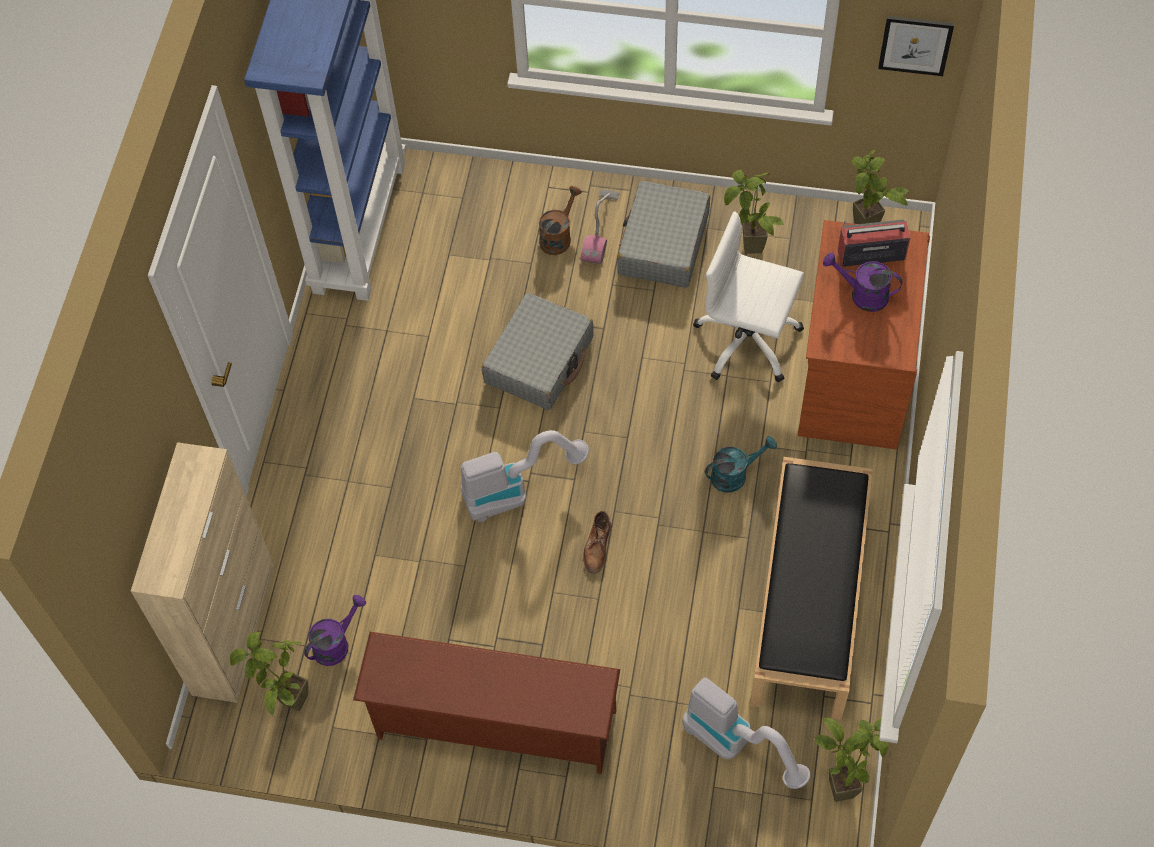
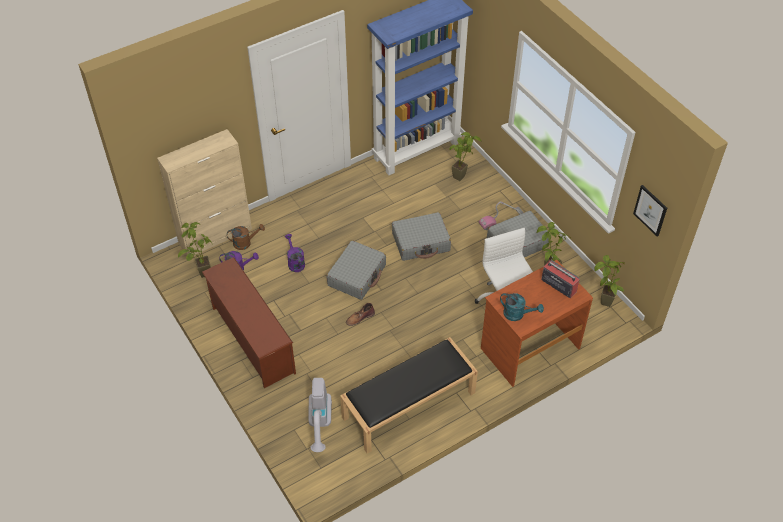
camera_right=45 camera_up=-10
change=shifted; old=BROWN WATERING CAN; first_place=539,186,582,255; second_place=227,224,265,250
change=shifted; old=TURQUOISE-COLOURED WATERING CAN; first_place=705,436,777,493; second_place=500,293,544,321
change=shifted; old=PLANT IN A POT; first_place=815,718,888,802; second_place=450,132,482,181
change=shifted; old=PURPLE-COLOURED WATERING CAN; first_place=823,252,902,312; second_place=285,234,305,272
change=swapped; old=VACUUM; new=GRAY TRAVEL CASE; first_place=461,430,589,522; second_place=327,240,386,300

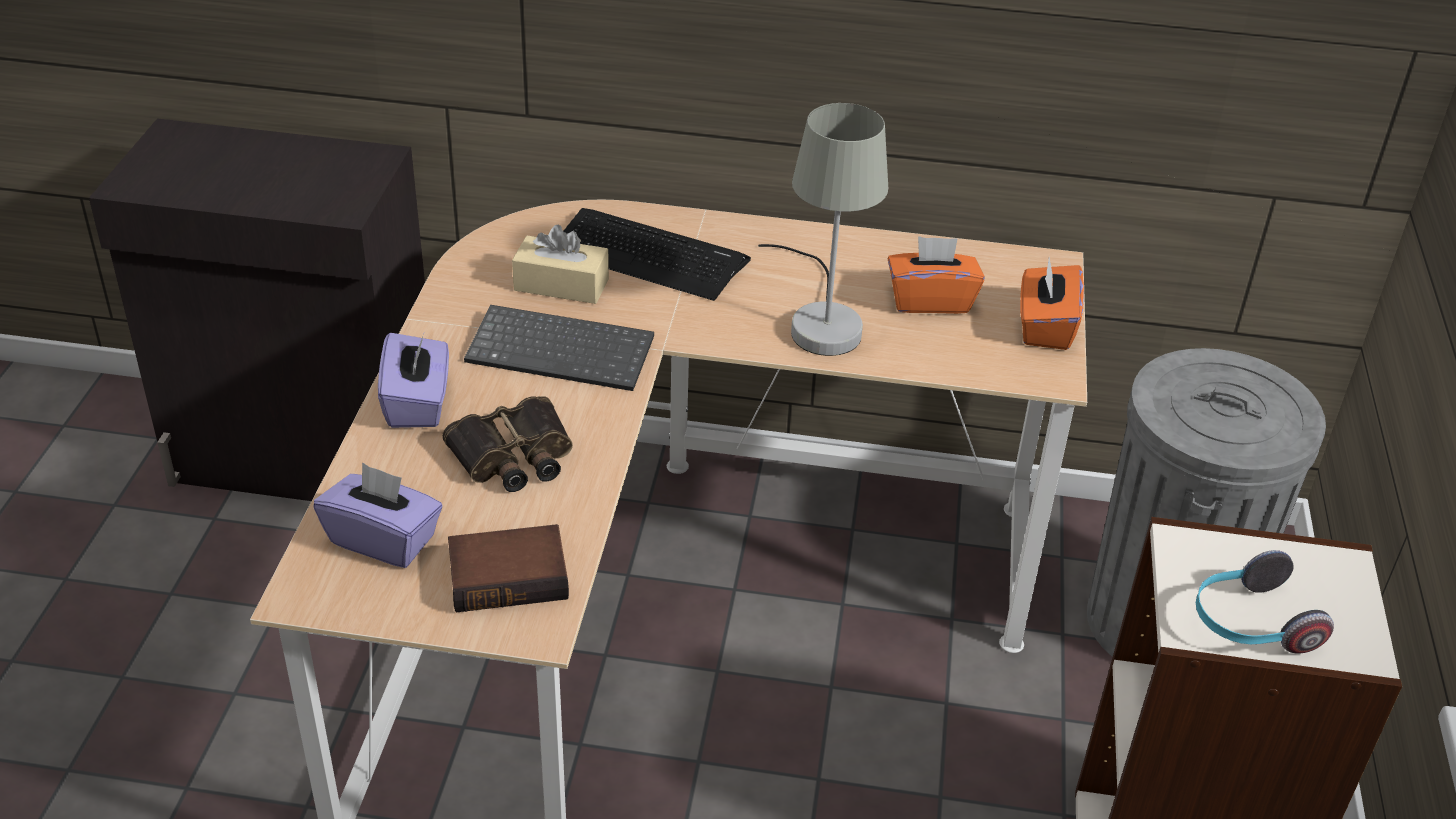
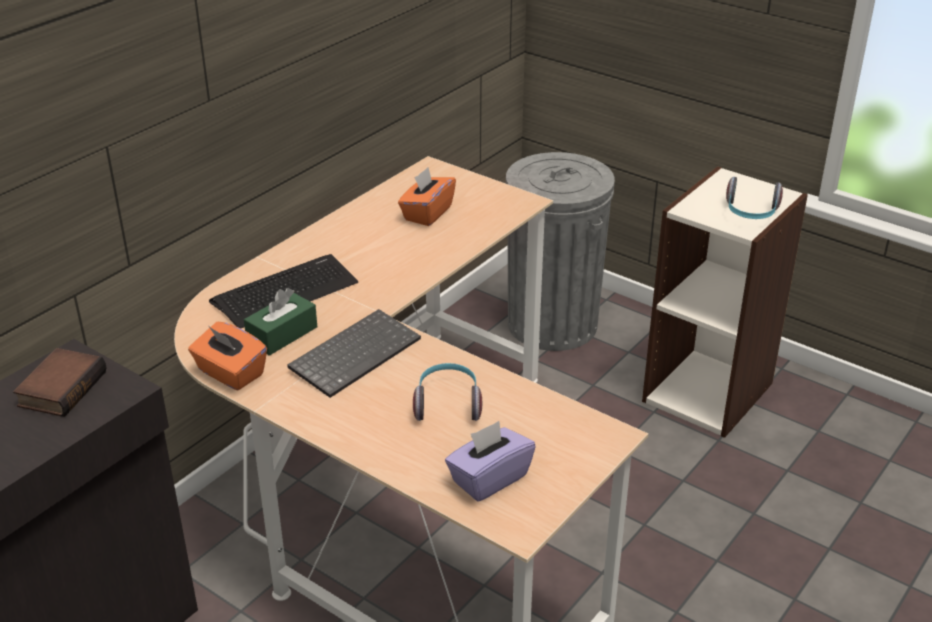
camera_right=-60 camera_up=-5
change=gone; old=PURPLE-COLOURED TISSUE BOX; first_place=378,331,449,428
change=gone; old=GRAY TABLE LAMP; first_place=758,103,888,356
change=shifted; old=VOLUME; first_place=448,524,569,612; second_place=13,348,107,417
change=shifted; old=ORANGE-COLOURED TISSUE BOX; first_place=1020,258,1084,350; second_place=188,322,267,390
change=swapped; old=BINOCULARS; new=PAIR OF HEADPHONES; first_place=442,396,573,492; second_place=413,363,482,421
change=repainted; old=BEIGE-COLOURED TISSUE BOX; new=GREEN TISSUE BOX; first_place=512,225,609,304; second_place=244,288,317,356

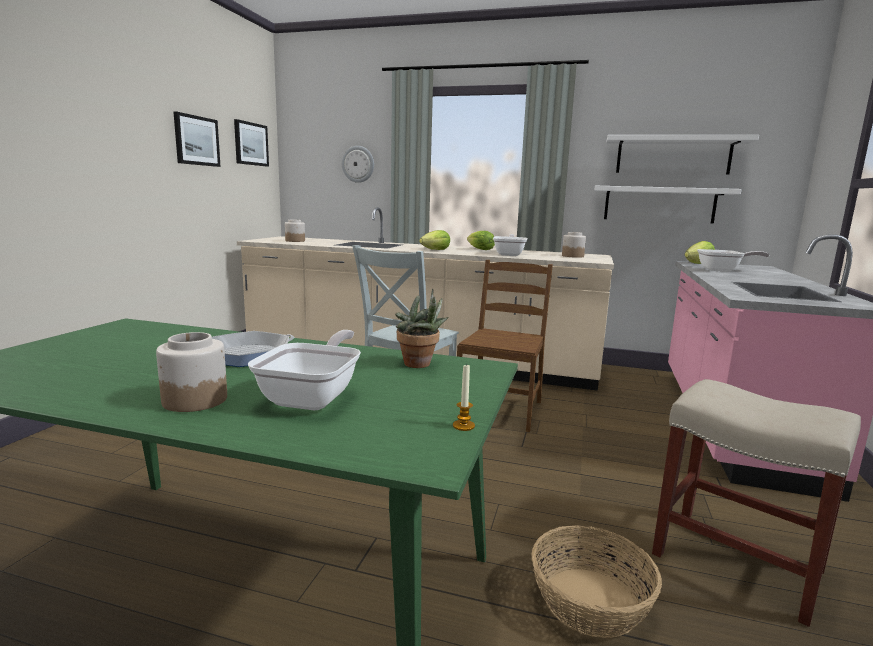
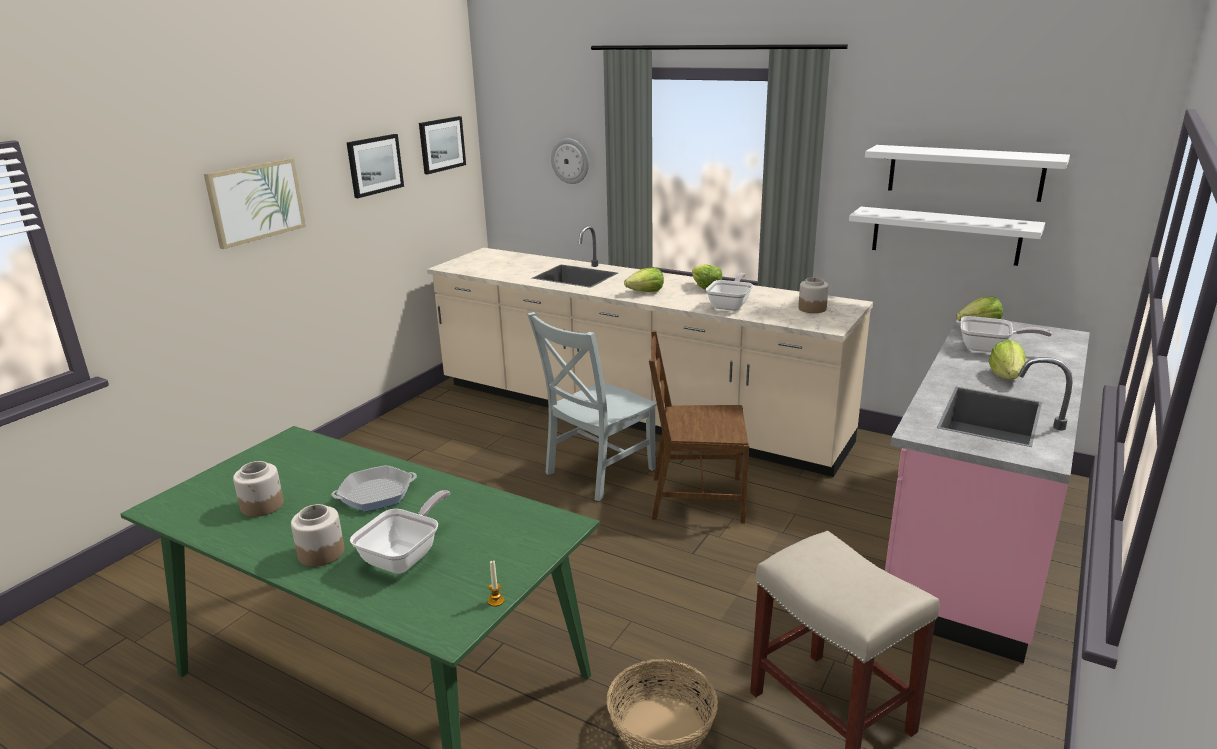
camera_right=15 camera_up=10
change=gone; old=PLANT IN A POT; first_place=395,289,449,368
change=new; new=PICTURE; second_place=204,158,306,249
change=new; new=HEAD OF LETTUCE; second_place=989,340,1026,380
change=shifted; old=STORAGE JAR; first_place=285,220,305,242; second_place=233,461,284,517
change=rotated; old=BROWN UPRIGHT CHAIR; first_place=457,260,553,432; second_place=649,330,749,523; degrees=-120

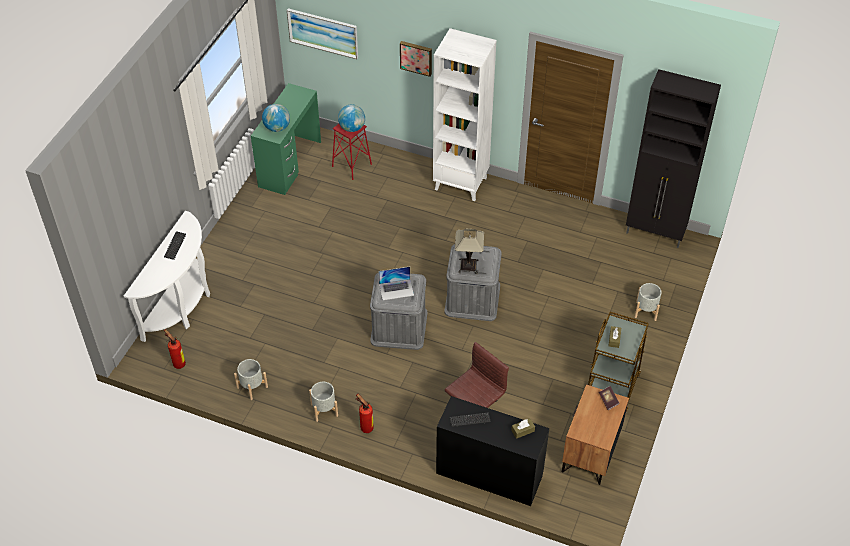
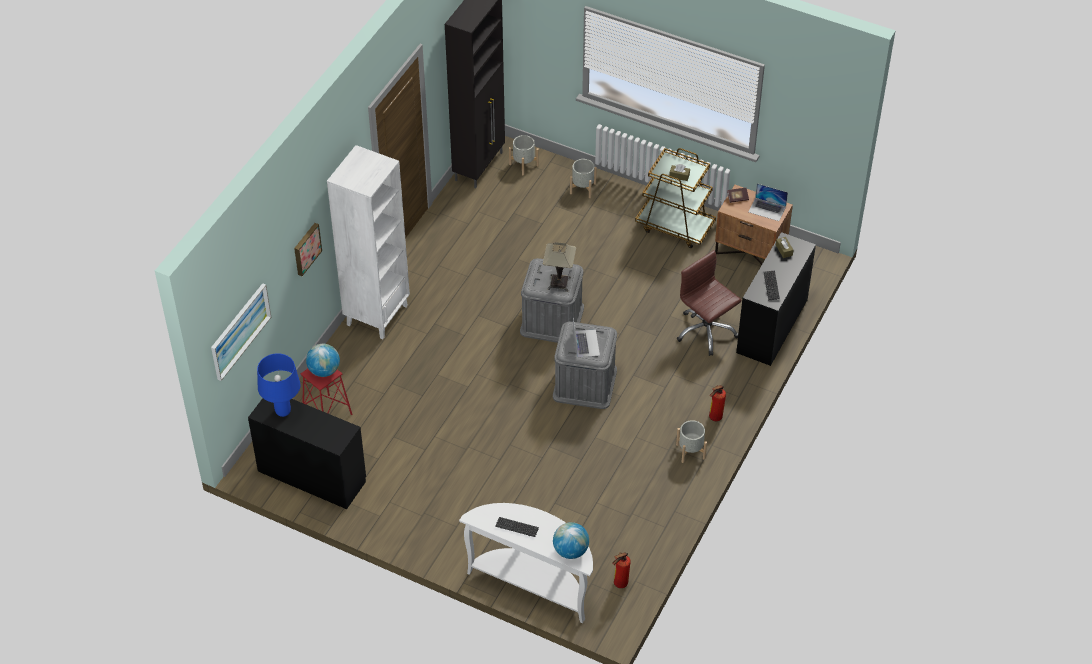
camera_right=-85 camera_up=0
change=new; new=BLUE TABLE LAMP; second_place=257,353,300,417
change=new; new=NOTEBOOK COMPUTER; second_place=749,183,788,221
change=shifted; old=GRAY PLANT POT; first_place=234,359,268,400; second_place=509,135,539,176
change=shifted; old=DESK GLOBE; first_place=262,104,290,132; second_place=553,522,589,559
change=repainted; old=GREEN DESK; new=BLACKISH DESK; first_place=251,83,321,195; second_place=248,398,366,509

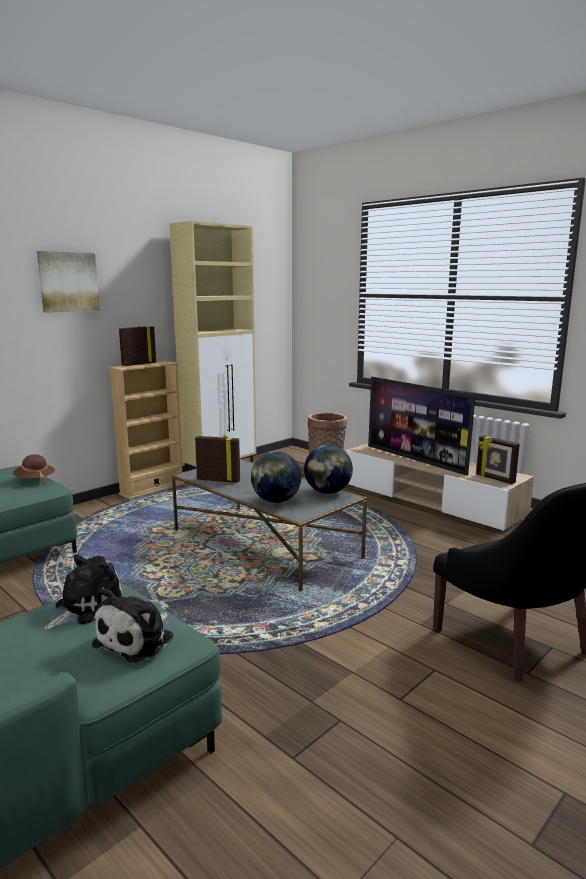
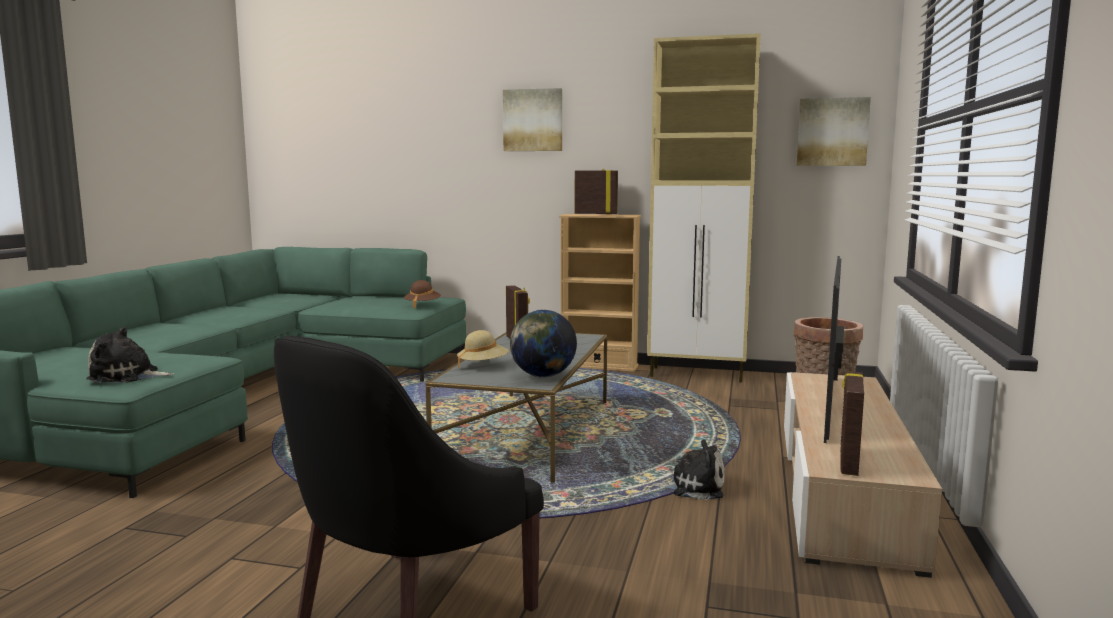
camera_right=60 camera_up=-5
change=new; new=PICTURE; second_place=797,97,871,166
change=shifted; old=CUDDLY TOY; first_place=44,554,122,630; second_place=652,439,725,500
change=swapped; old=DESK GLOBE; new=BEIGE-COLOURED CLOTHING HAT; first_place=251,452,302,503; second_place=457,330,509,368

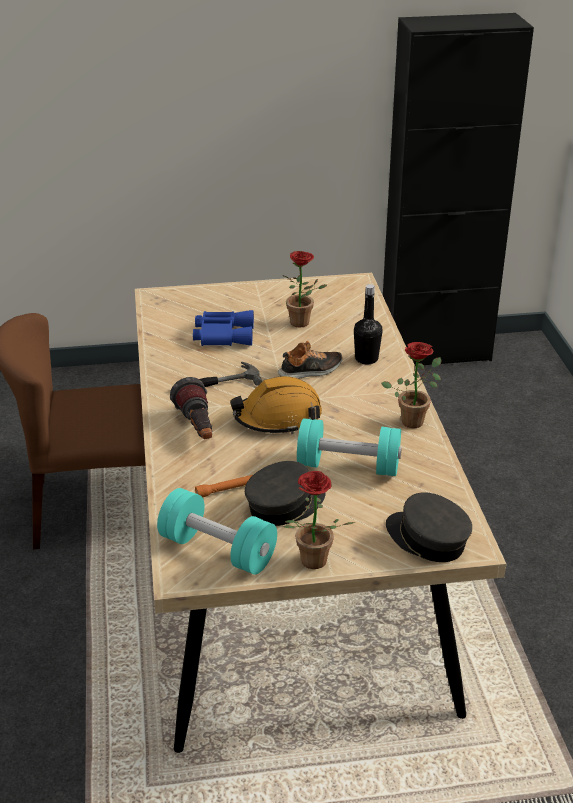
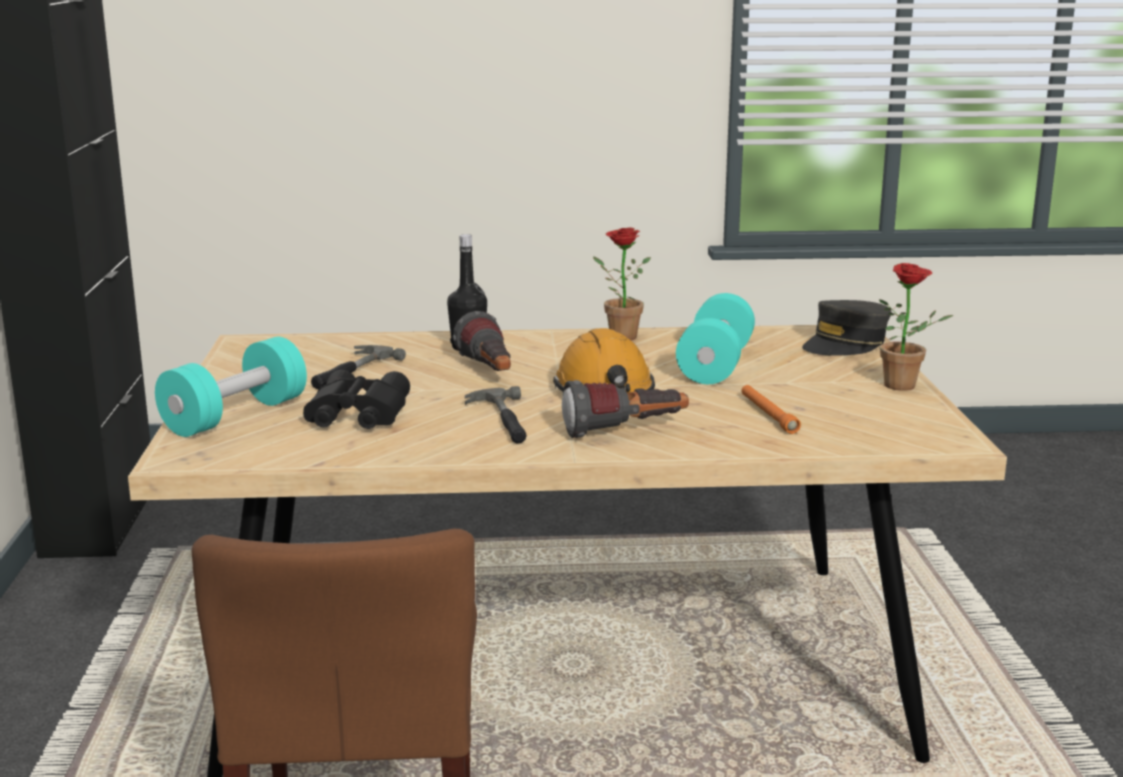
camera_right=-85 camera_up=-15
change=gone; old=GRAY PEAKED CAP; first_place=245,461,326,526
change=shifted; old=TURQUOISE-COLOURED DUMBBELL; first_place=157,488,277,575; second_place=155,337,307,437
change=swapped; old=SHOE; new=HAND TORCH; first_place=278,341,342,379; second_place=453,311,511,371
change=swapped; old=PLANT IN A POT; new=HAMMER; first_place=283,251,327,327; second_place=311,345,406,389
change=repainted; old=BLUE BINOCULARS; new=BLACKISH BINOCULARS; first_place=193,310,254,346; second_place=303,370,410,429

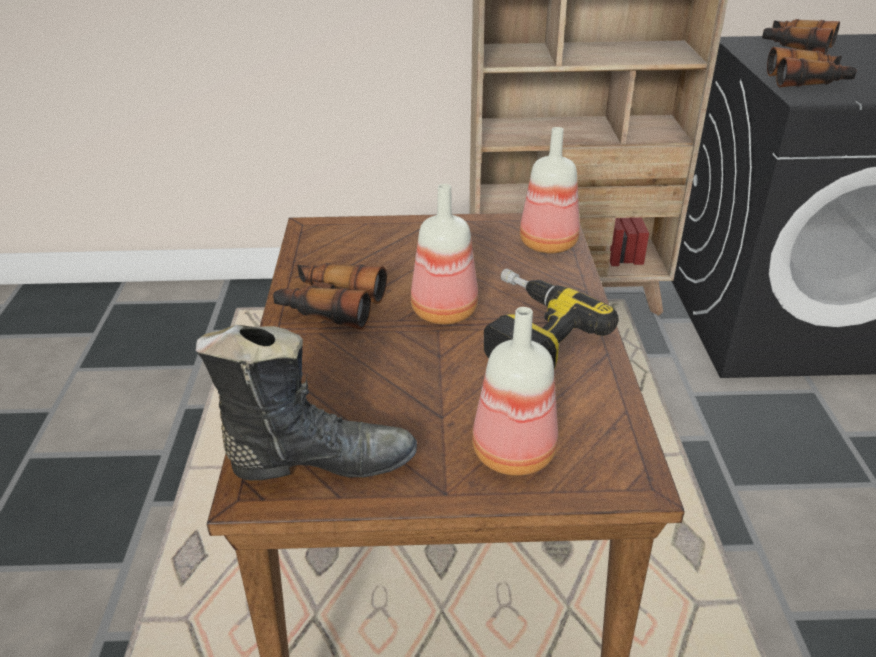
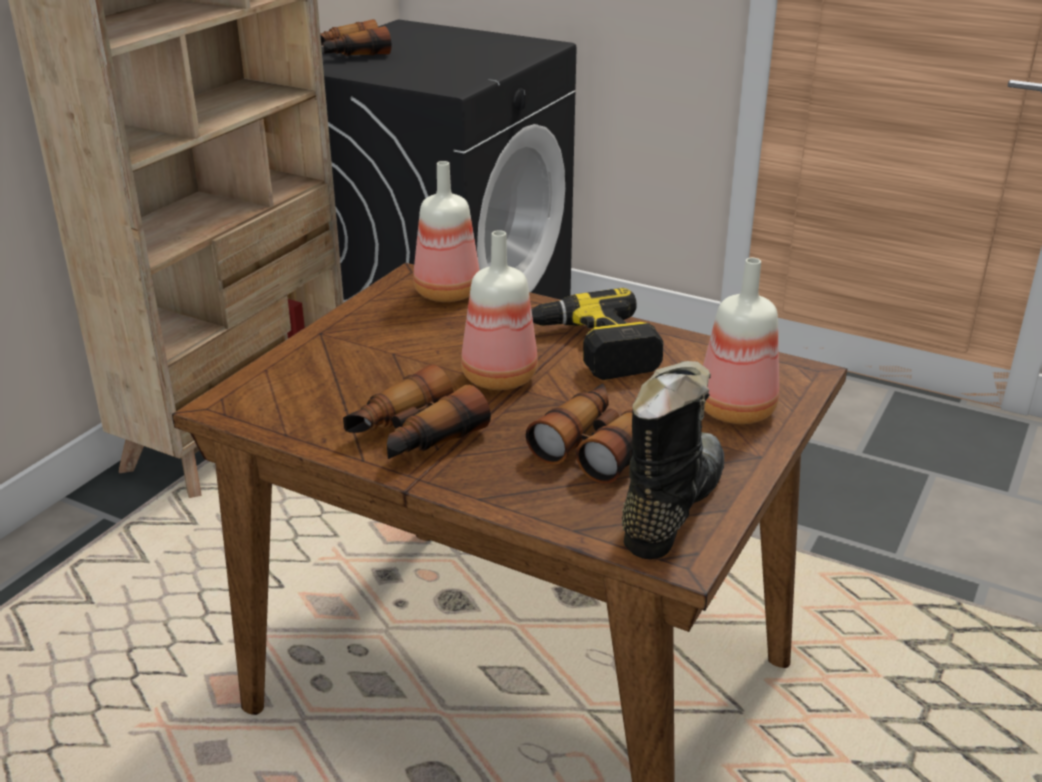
camera_right=-60 camera_up=-5
change=shifted; old=BINOCULARS; first_place=767,47,857,87; second_place=526,383,633,484

